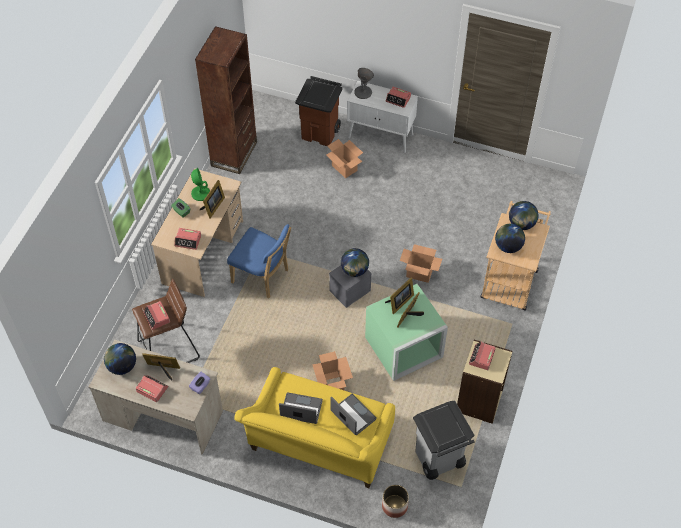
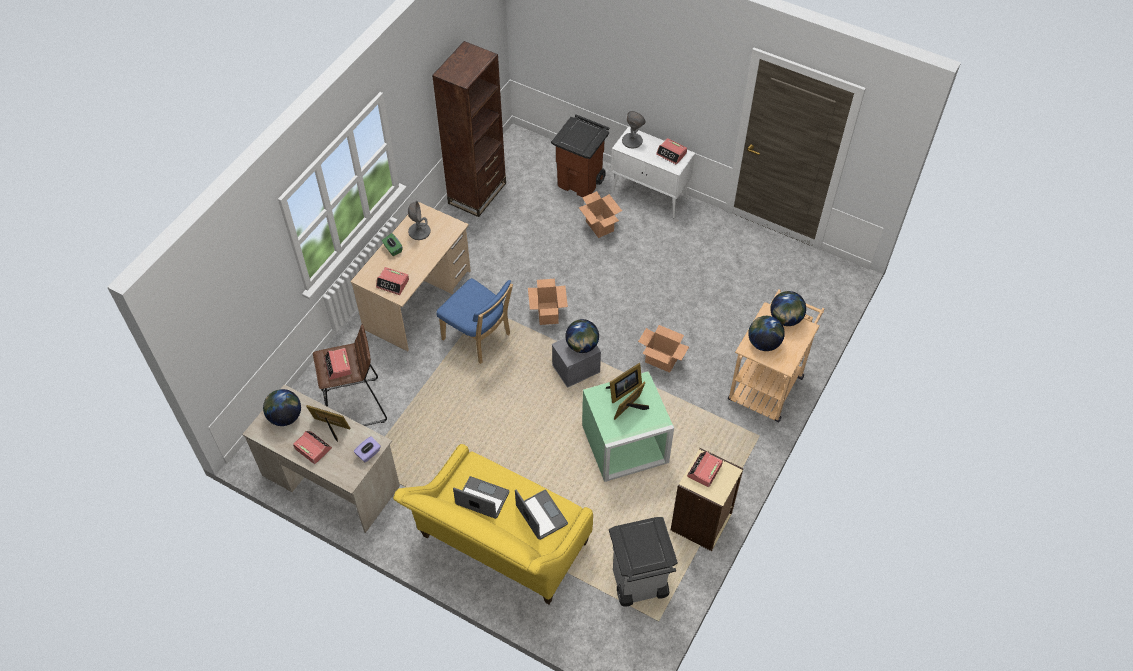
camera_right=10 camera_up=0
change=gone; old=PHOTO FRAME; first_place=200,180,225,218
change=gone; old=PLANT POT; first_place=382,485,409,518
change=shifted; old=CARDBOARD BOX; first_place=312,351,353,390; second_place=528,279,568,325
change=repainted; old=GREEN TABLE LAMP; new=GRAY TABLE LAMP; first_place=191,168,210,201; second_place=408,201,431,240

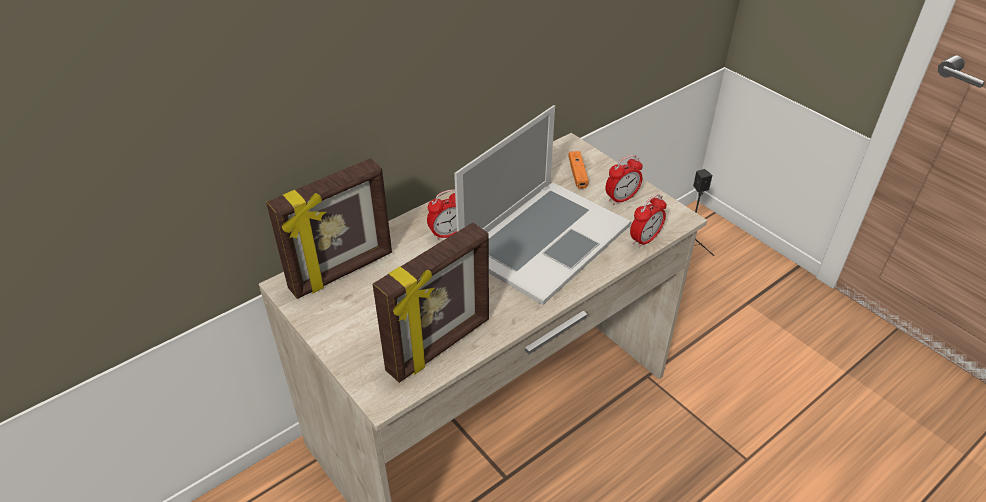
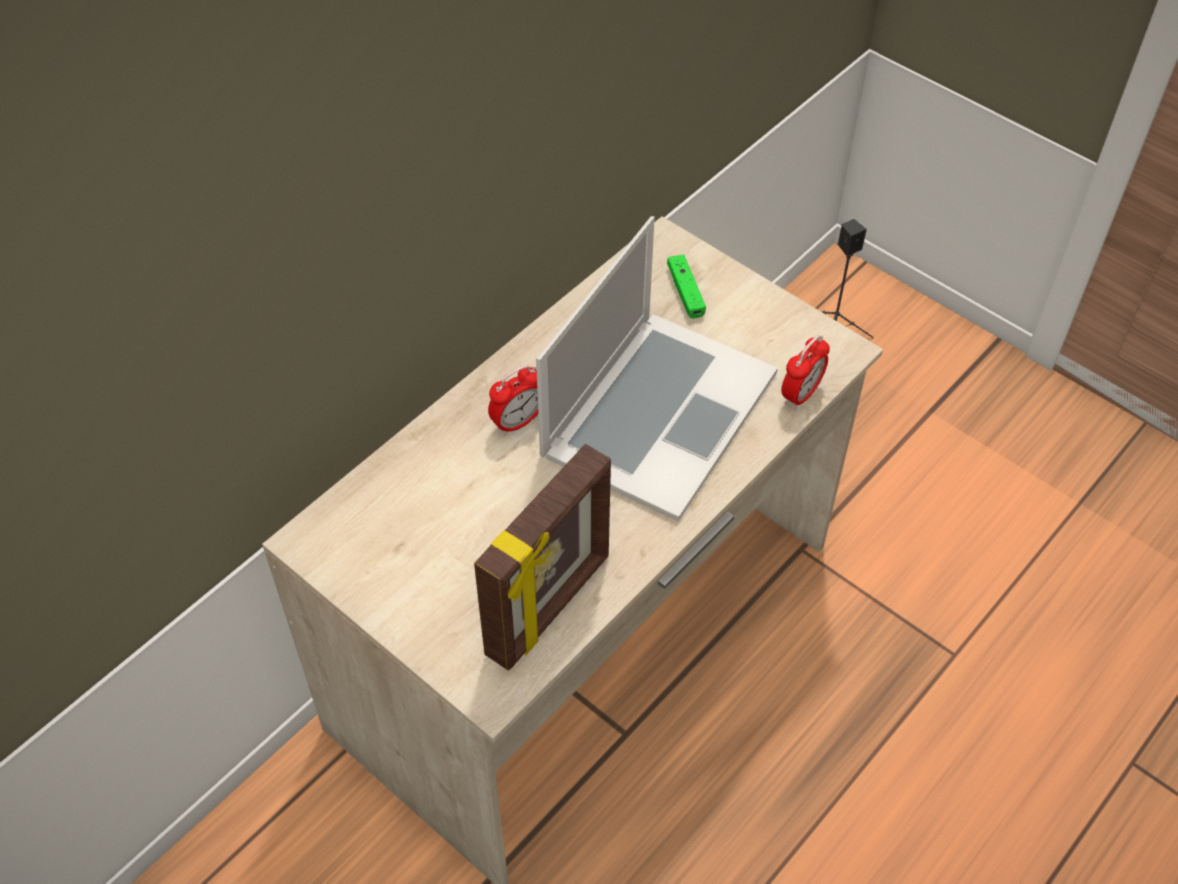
camera_right=-10 camera_up=10
change=gone; old=PHOTO FRAME; first_place=266,158,392,299
change=gone; old=BEDSIDE CLOCK; first_place=606,155,643,205
change=repainted; old=ORANGE-COLOURED JOYPAD; new=GREEN JOYPAD; first_place=568,151,589,189; second_place=667,254,706,318

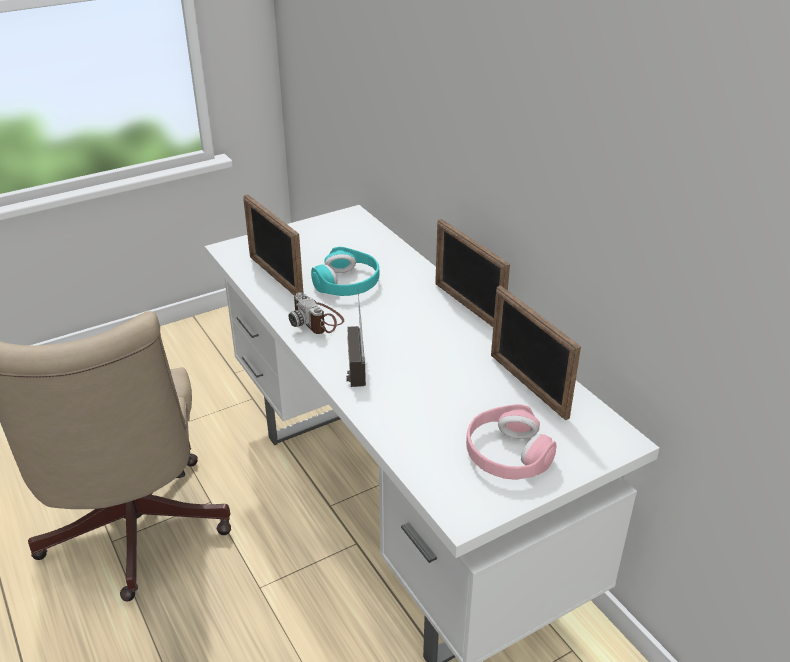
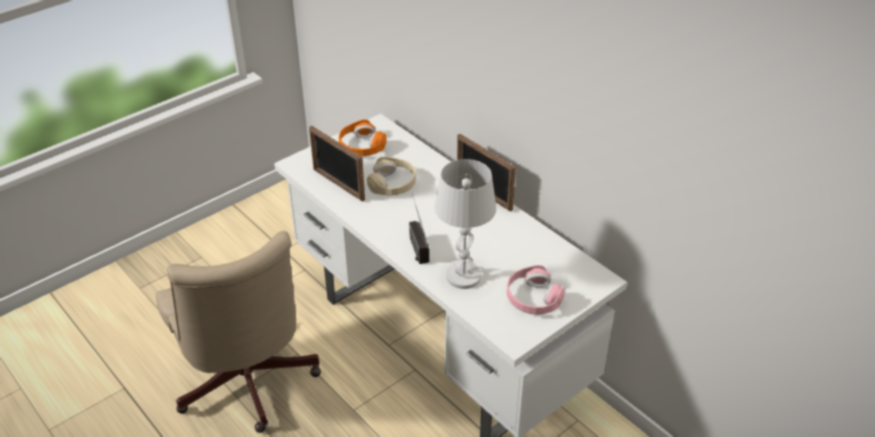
camera_right=-10 camera_up=5
change=gone; old=STILL CAMERA; first_place=289,292,344,334
change=gone; old=PHOTO FRAME; first_place=491,286,581,420
change=new; new=ORANGE-COLOURED PAIR OF HEADPHONES; second_place=339,119,387,156
change=new; new=WHITE-COLOURED TABLE LAMP; second_place=435,159,496,289
change=repainted; old=TURQUOISE-COLOURED PAIR OF HEADPHONES; new=BEIGE-COLOURED PAIR OF HEADPHONES; first_place=311,247,379,296; second_place=367,157,416,196

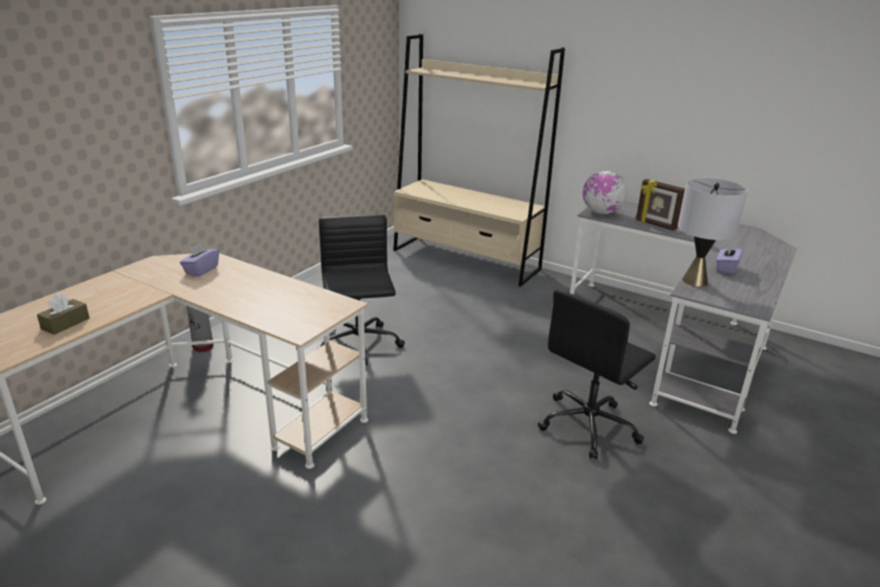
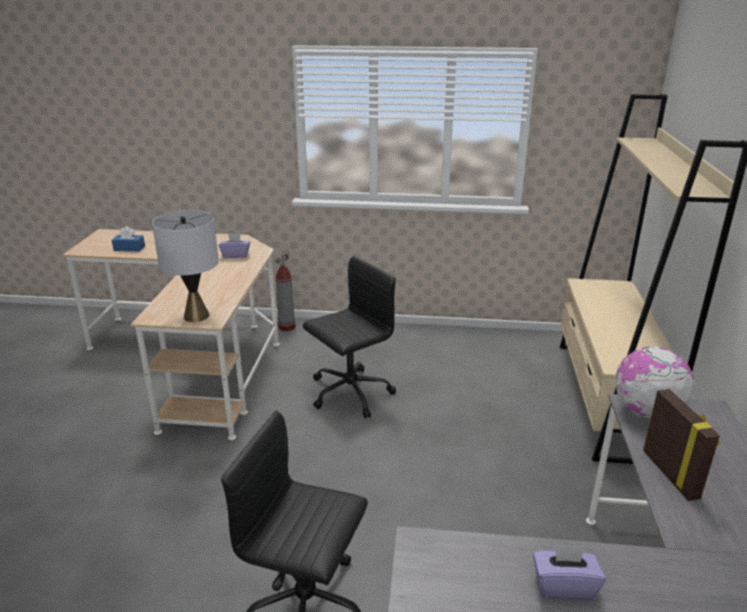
camera_right=65 camera_up=0
change=shifted; old=GRAY TABLE LAMP; first_place=678,178,748,287; second_place=152,210,219,322
change=repainted; old=BROWN TISSUE BOX; new=BLUE TISSUE BOX; first_place=37,293,89,335; second_place=112,226,145,251
change=rotated; old=PHOTO FRAME; first_place=636,179,685,231; second_place=643,389,720,501; degrees=150

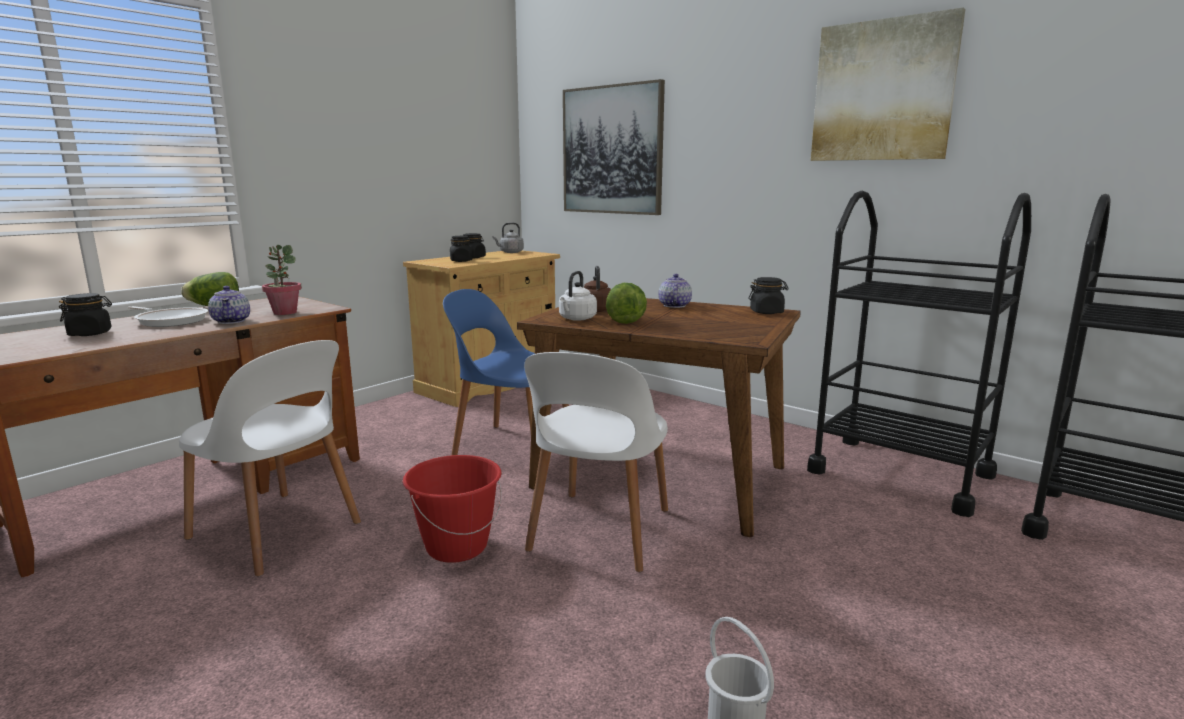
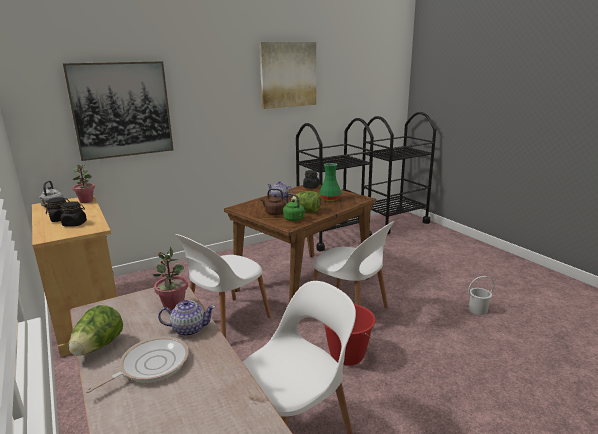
camera_right=-70 camera_up=5
change=gone; old=BLACKISH STORAGE JAR; first_place=59,293,112,336
change=new; new=PLANT IN A POT; second_place=72,165,95,203
change=new; new=GREEN FLOWER VASE; second_place=319,163,341,201
change=repainted; old=BLUE UPRIGHT CHAIR; new=WHITE-COLOURED UPRIGHT CHAIR; first_place=443,289,569,455; second_place=175,234,271,338
change=repainted; old=WHITE-COLOURED TEA KETTLE; new=GREEN TEA KETTLE; first_place=559,271,597,321; second_place=283,193,306,221

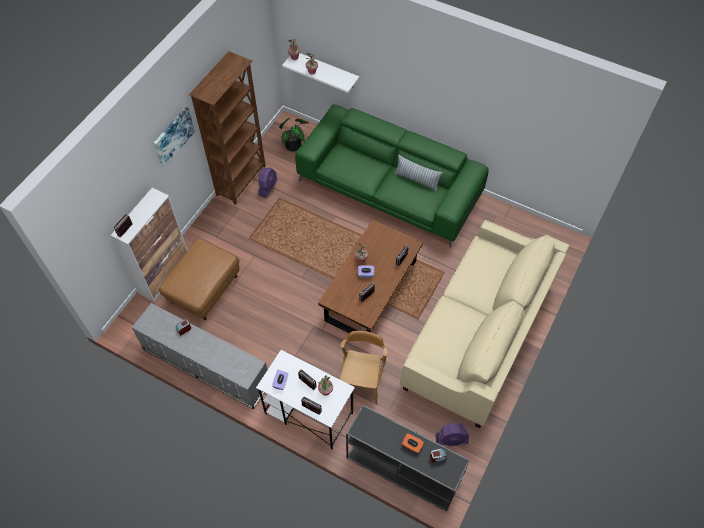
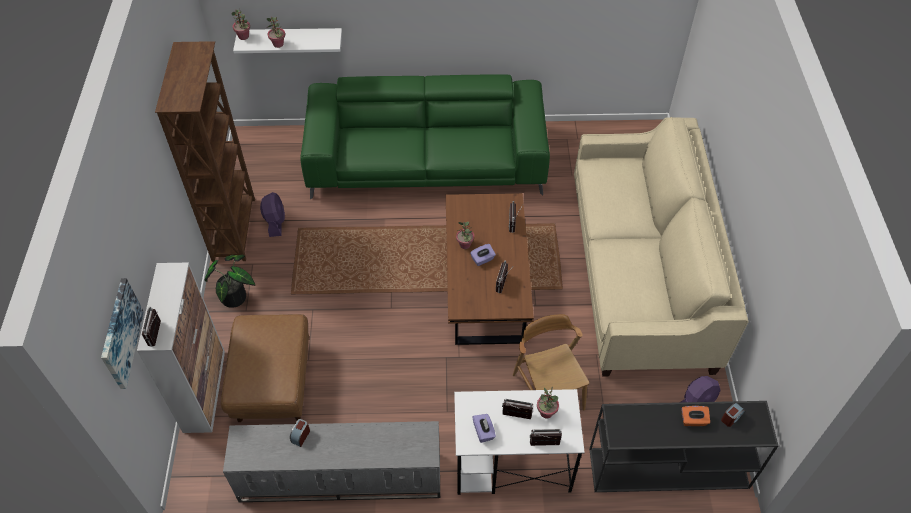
camera_right=-30 camera_up=-5
change=gone; old=PILLOW; first_place=394,155,442,192
change=shifted; old=PICTURE; first_place=154,107,195,167; second_place=101,278,144,389
change=shifted; old=PLANT IN A POT; first_place=279,118,308,152; second_place=205,255,256,308

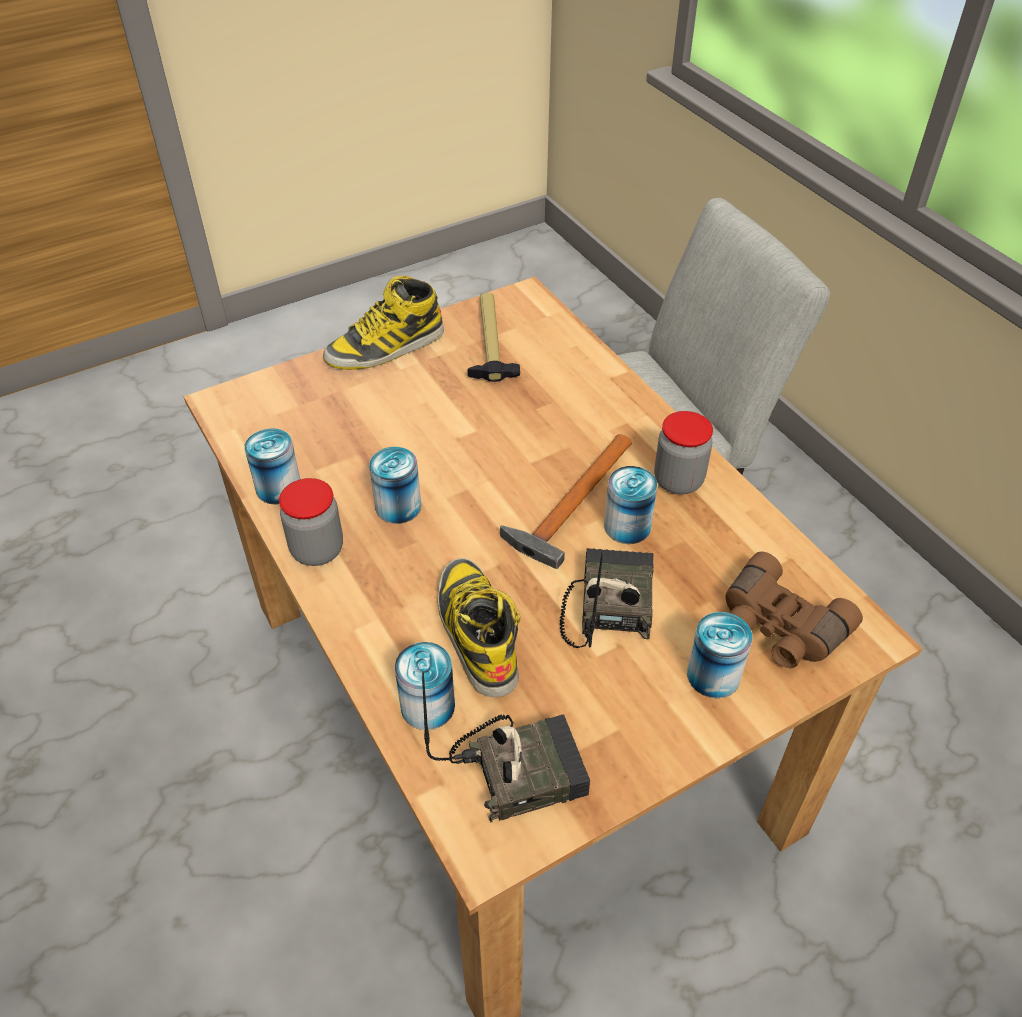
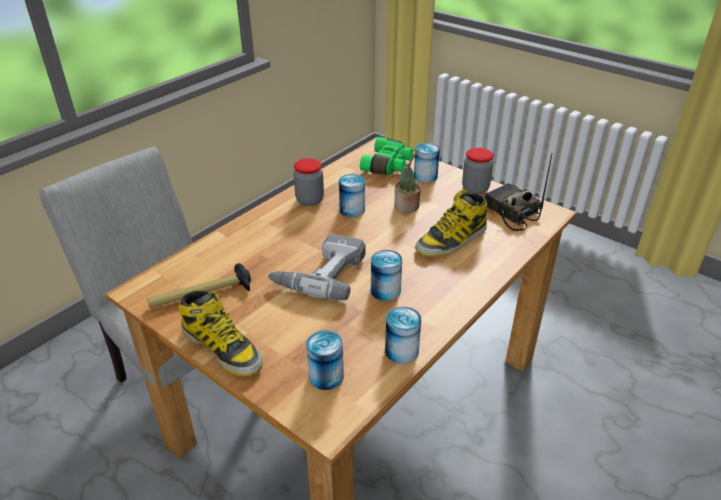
camera_right=-110 camera_up=-10
change=gone; old=HAMMER; first_place=500,434,632,569
change=new; new=ELECTRIC DRILL; second_place=267,234,365,300
change=shifted; old=STORAGE JAR; first_place=279,478,343,566; second_place=462,148,493,194
change=shifted; old=METAL CAN; first_place=395,642,455,730; second_place=306,330,344,390
change=swapped; old=RADIO; new=PLANT IN A POT; first_place=560,548,654,648; second_place=394,150,421,213
change=repainted; old=BROWN BINOCULARS; new=GREEN BINOCULARS; first_place=726,552,863,668; second_place=360,137,413,175

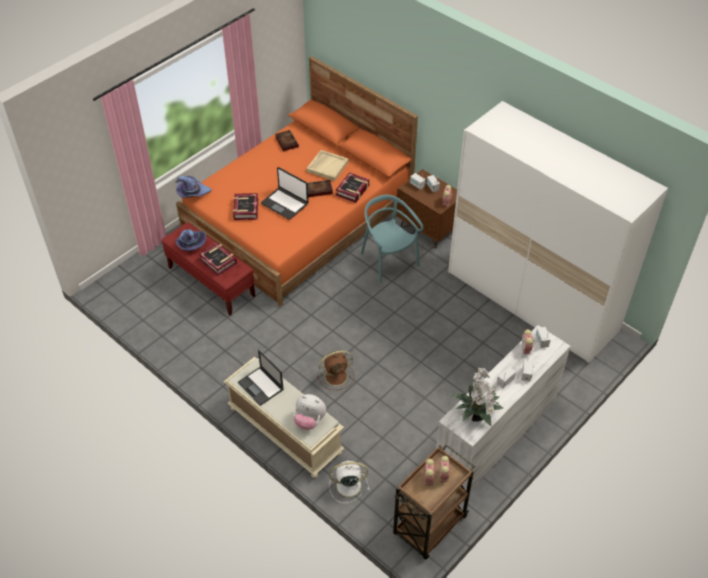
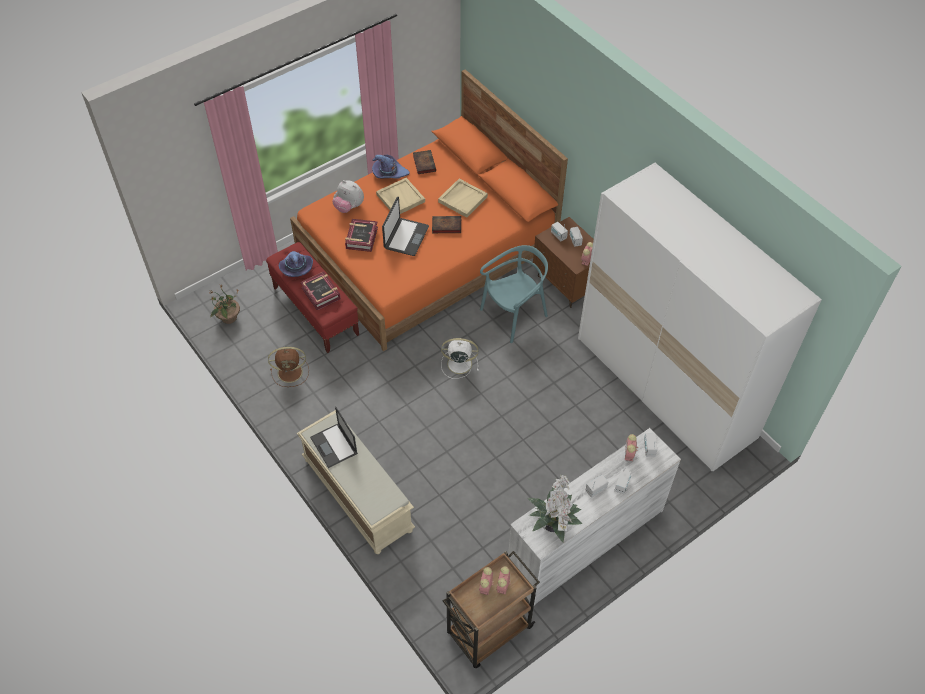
camera_right=10 camera_up=5
change=gone; old=VOLUME; first_place=336,172,370,203
change=new; new=PLANT IN A POT; second_place=209,285,240,324
change=new; new=BEIGE-COLOURED CARRYING TRAY; second_place=376,178,425,214
change=shifted; old=PURPLE-COLOURED CLOTHING HAT; first_place=175,176,212,198; second_place=372,155,410,179
change=shifted; old=CUDDLY TOY; first_place=294,394,326,430; second_place=333,180,364,213
change=shifted; old=BROWN ELECTRIC FAN; first_place=317,351,354,390; second_place=268,346,309,387
change=shifted; old=WHITE-COLOURED ELECTRIC FAN; first_place=329,461,369,503; second_place=441,338,479,379
change=rotated; old=NOTEBOOK COMPUTER; first_place=261,167,308,220; second_place=382,197,429,256; degrees=-120
change=rotated; old=TURQUOISE-COLOURED UPRIGHT CHAIR; first_place=361,195,424,283; second_place=480,245,548,343; degrees=75

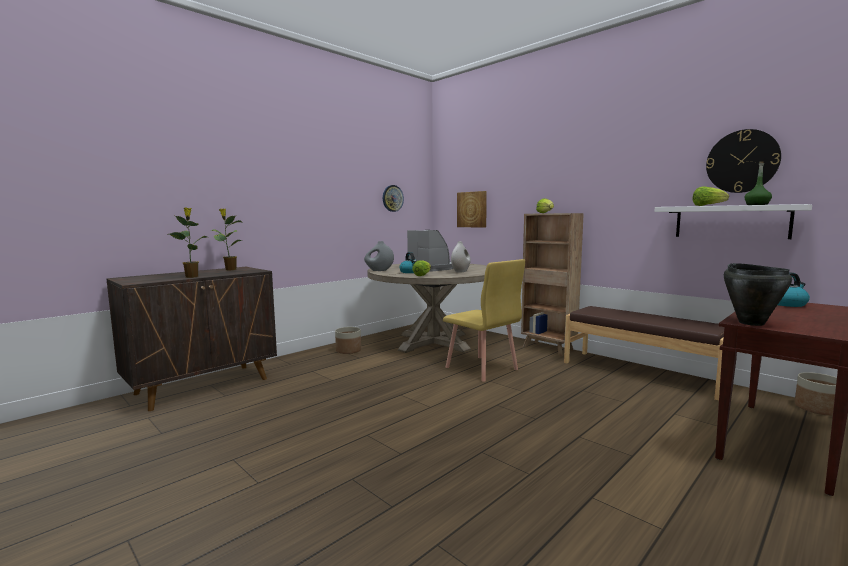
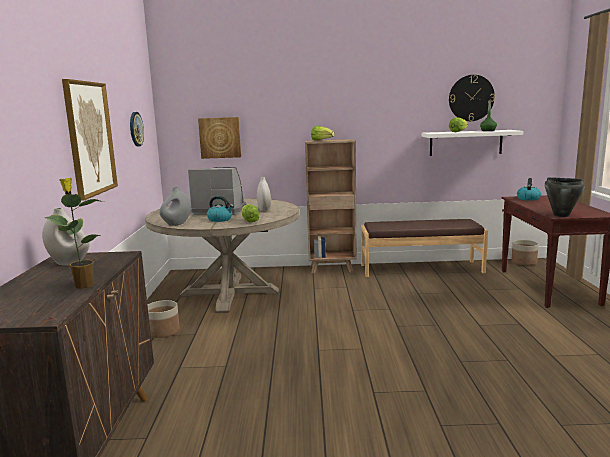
camera_right=-45 camera_up=5
change=gone; old=YELLOWISH UPRIGHT CHAIR; first_place=443,259,525,382
change=new; new=PICTURE; second_place=62,79,118,201
change=swapped; old=PLANT IN A POT; new=WHITE-COLOURED FLOWER VASE; first_place=210,208,243,270; second_place=42,207,90,266

